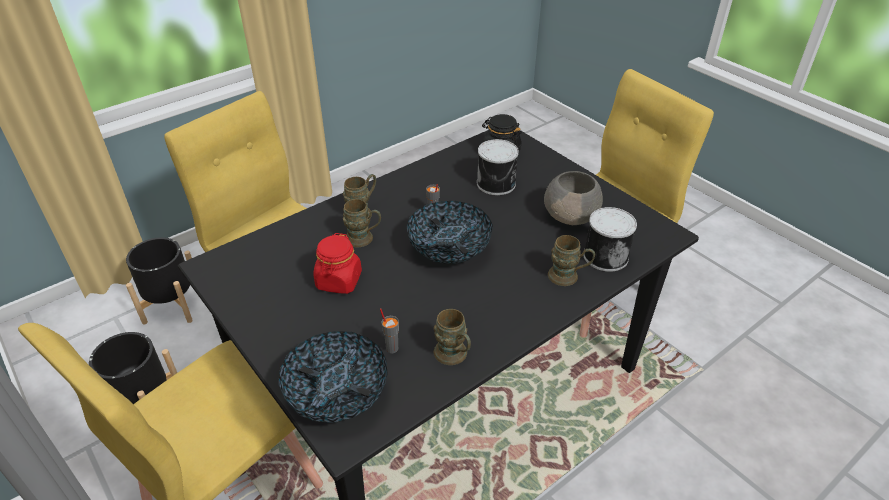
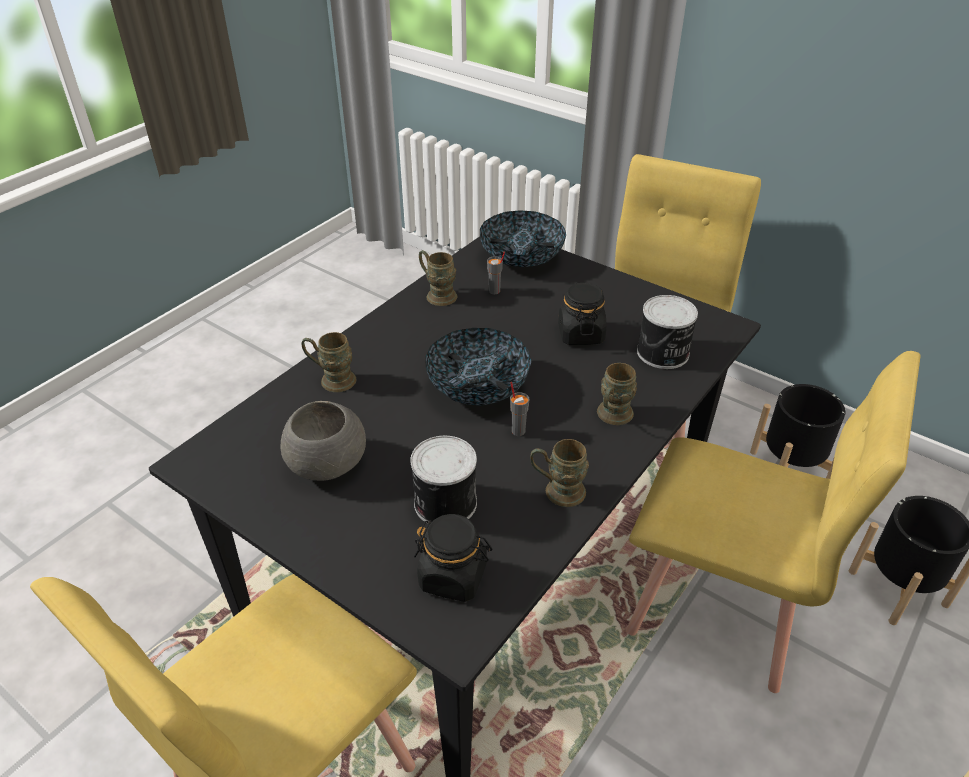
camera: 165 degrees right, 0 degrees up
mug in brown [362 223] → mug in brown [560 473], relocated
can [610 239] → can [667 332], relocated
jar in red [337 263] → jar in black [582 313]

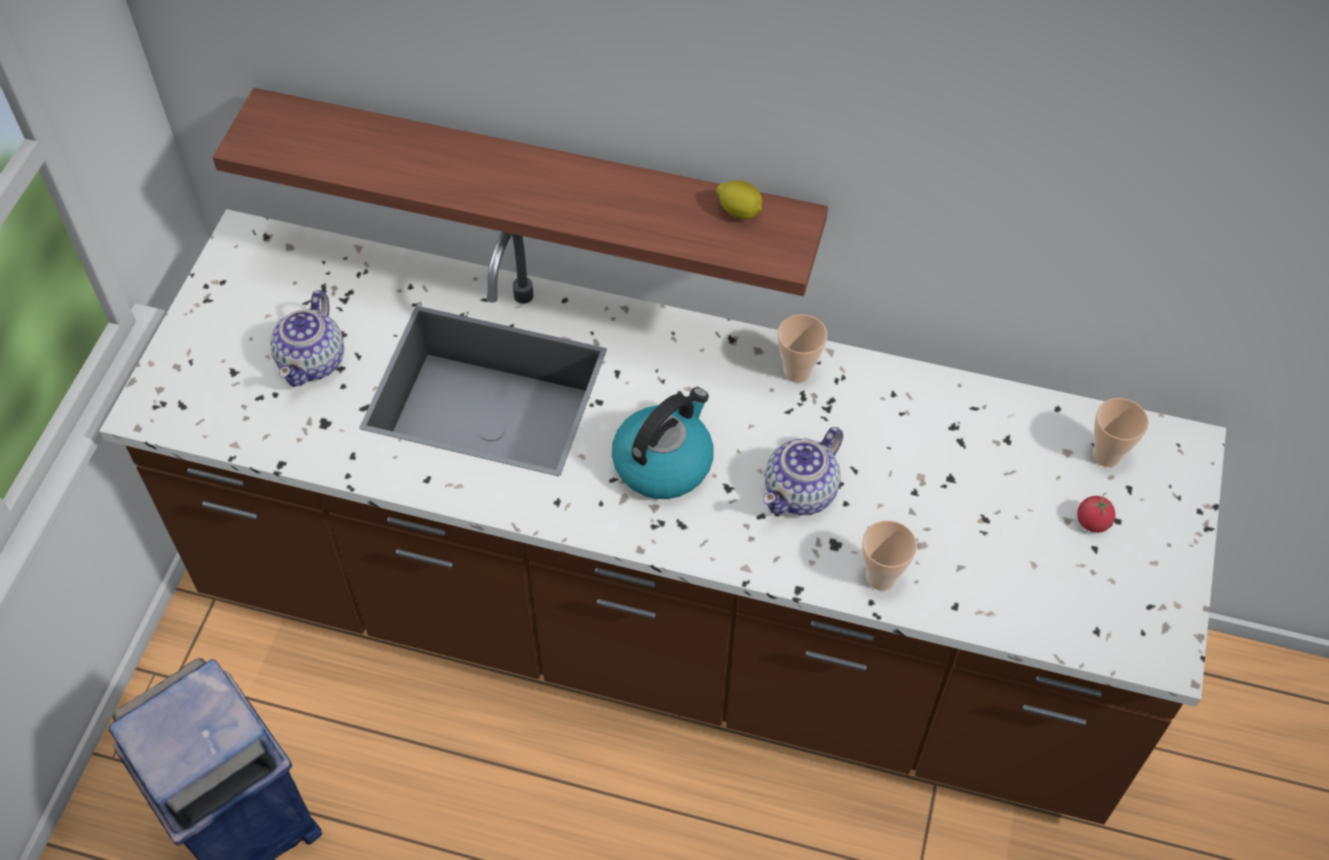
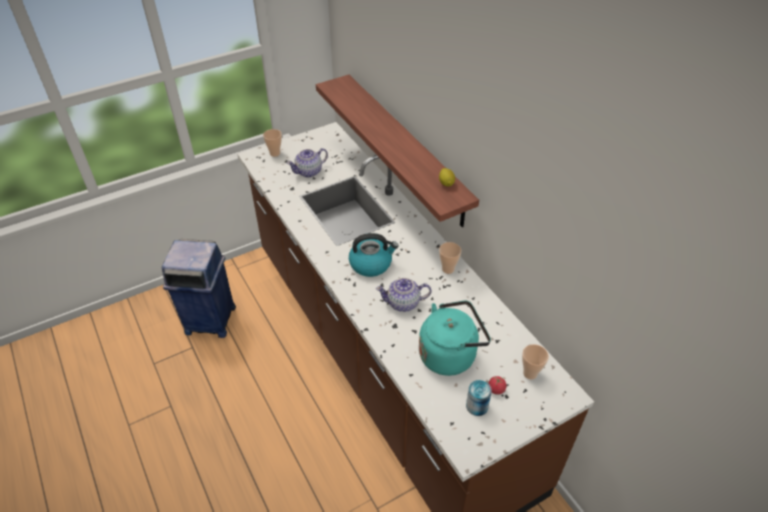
camera: 45 degrees right, 10 degrees down
- → kettle in turquoise [455 338]
- → can [479 398]
cup [889 555] → cup [272 143], relocated

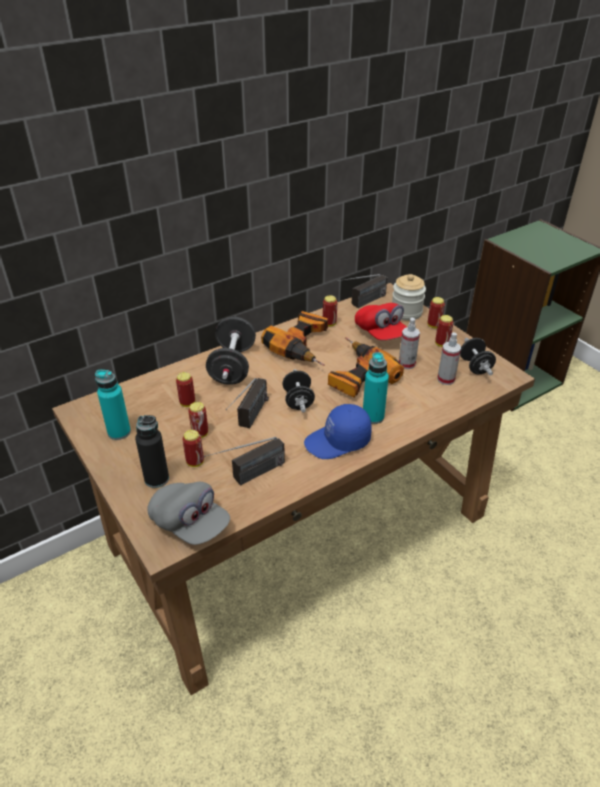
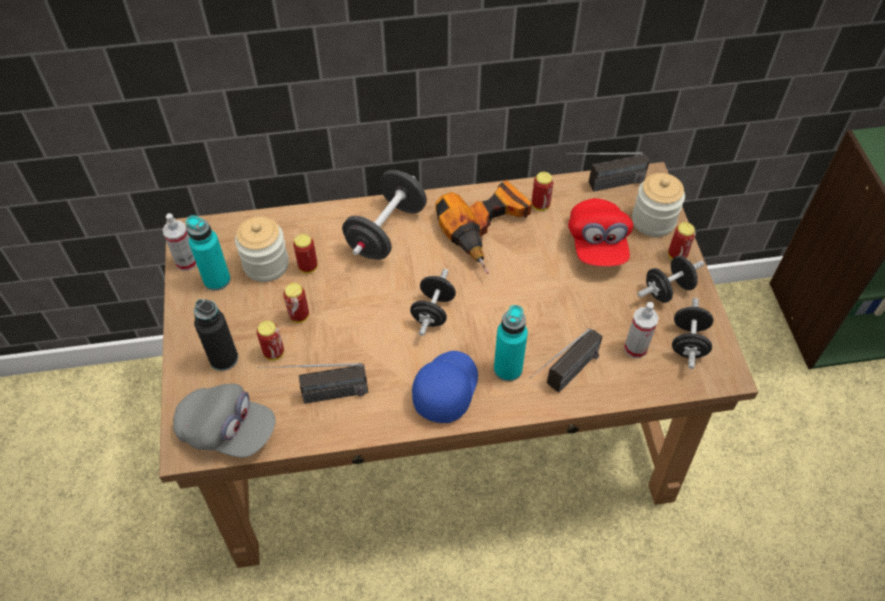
camera: 25 degrees right, 15 degrees up
power drill [366 367] → -
- → jar [262 249]
radio [247 403] → radio [566 360], relocated
spray bottle [409 343] → spray bottle [179 242], relocated
can [444 331] → dumbbell in black [671 279]
cap in grey [188 513] → cap in grey [224 421], 45 degrees counterclockwise
cap in blue [338 431] → cap in blue [445 387], 105 degrees clockwise

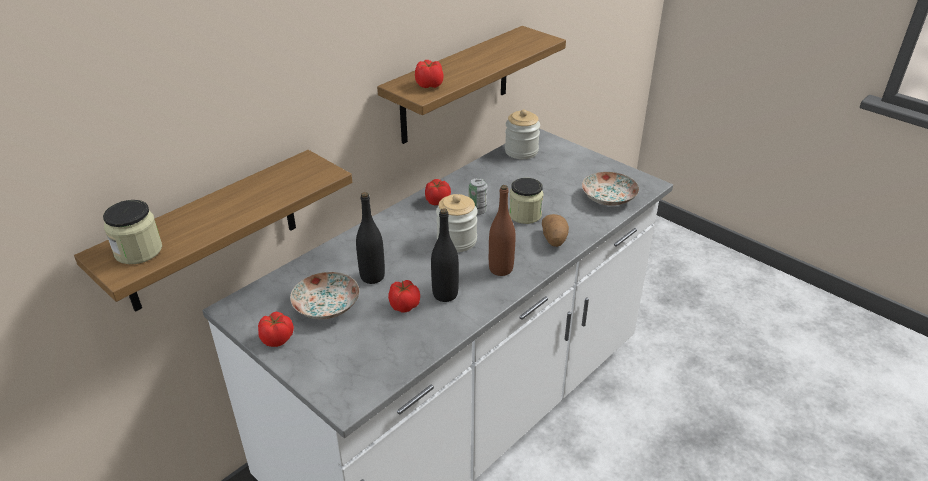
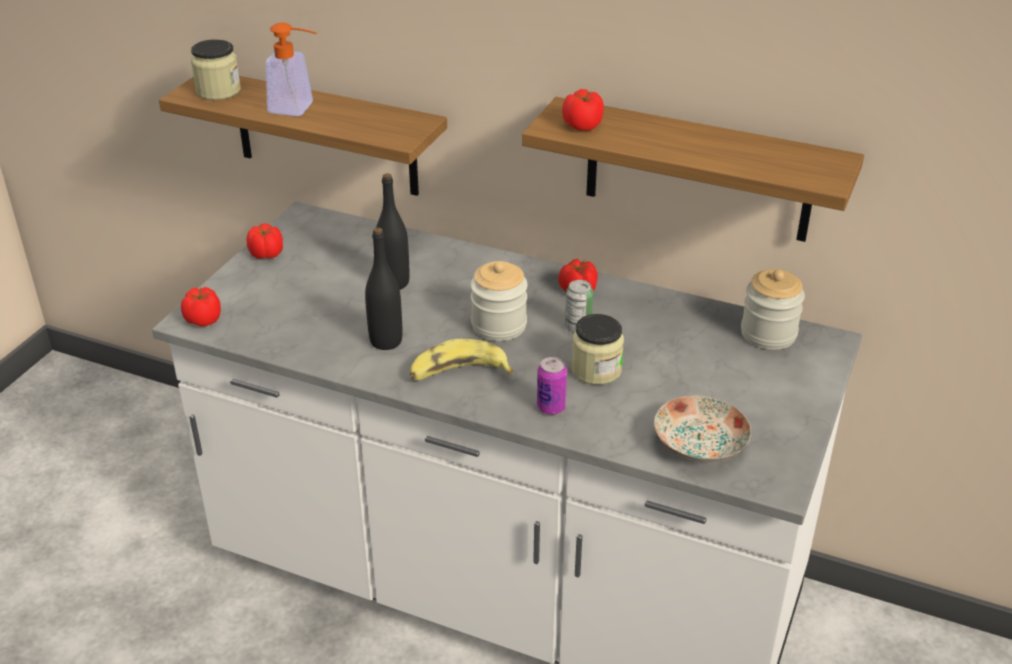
camera: 70 degrees right, 0 degrees up
plate [324 295] → -
- → soap dispenser [291 69]
tomato [404 296] → tomato [201 307], relocated
bottle in brown [502 230] → banana [461 360]
potato [555 230] → can [552 386]

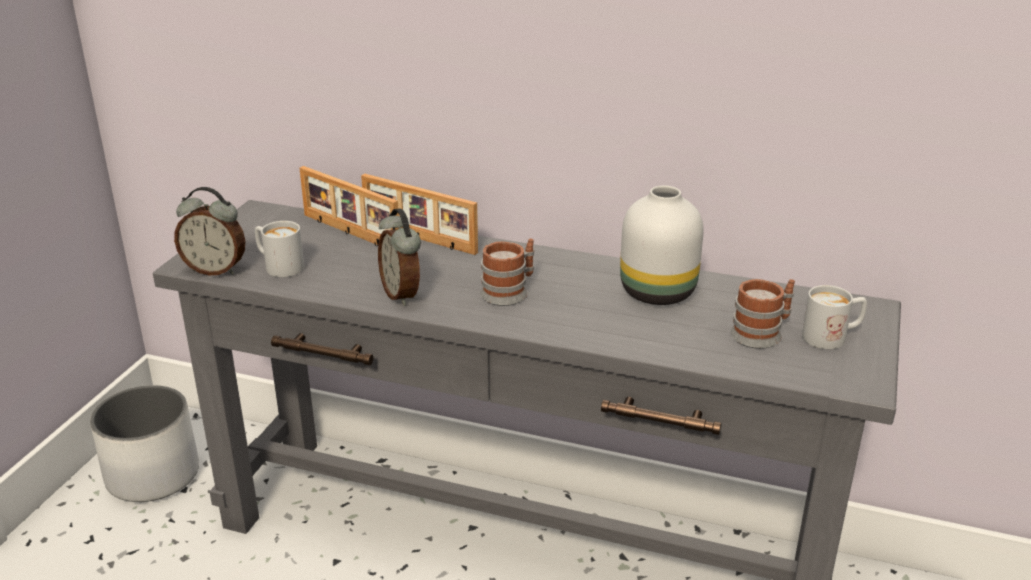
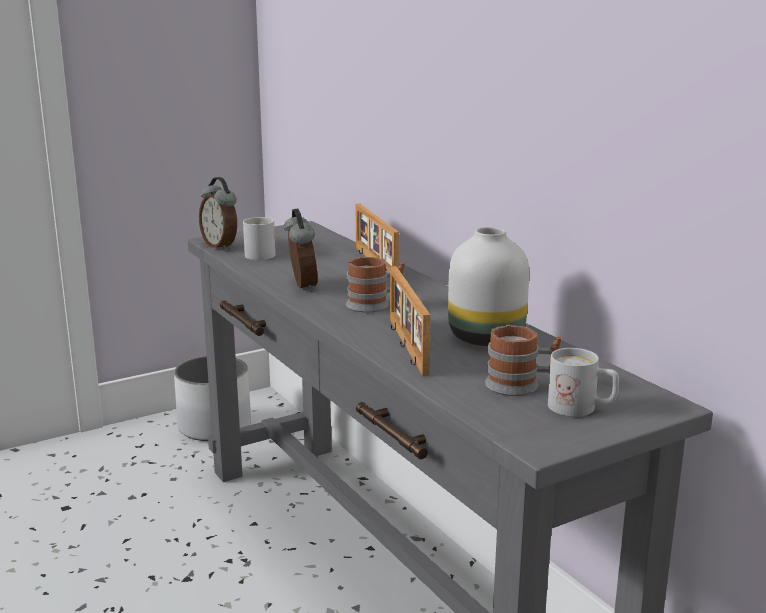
camera: 40 degrees right, 10 degrees down
picture frame [349 206] → picture frame [410 321], relocated
alarm clock [399 257] → alarm clock [300 250], 150 degrees clockwise

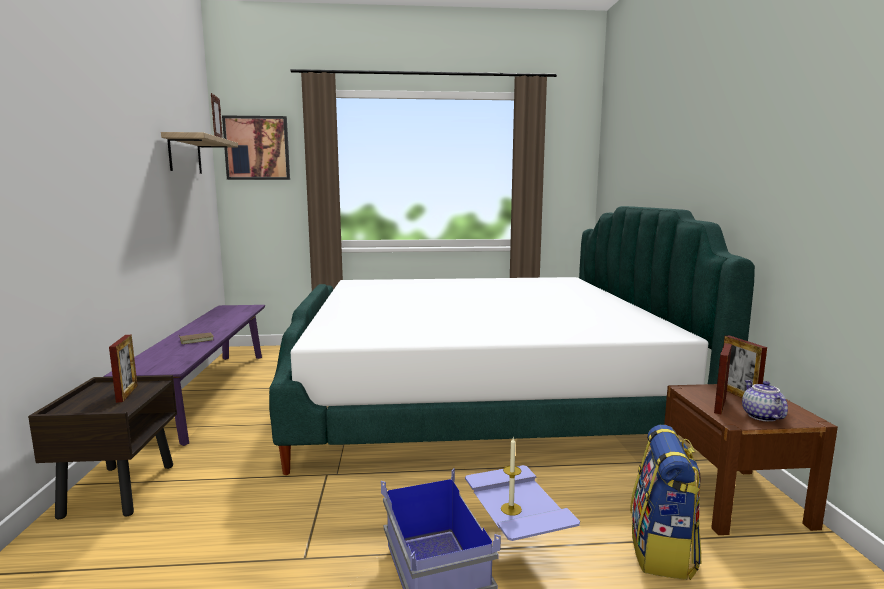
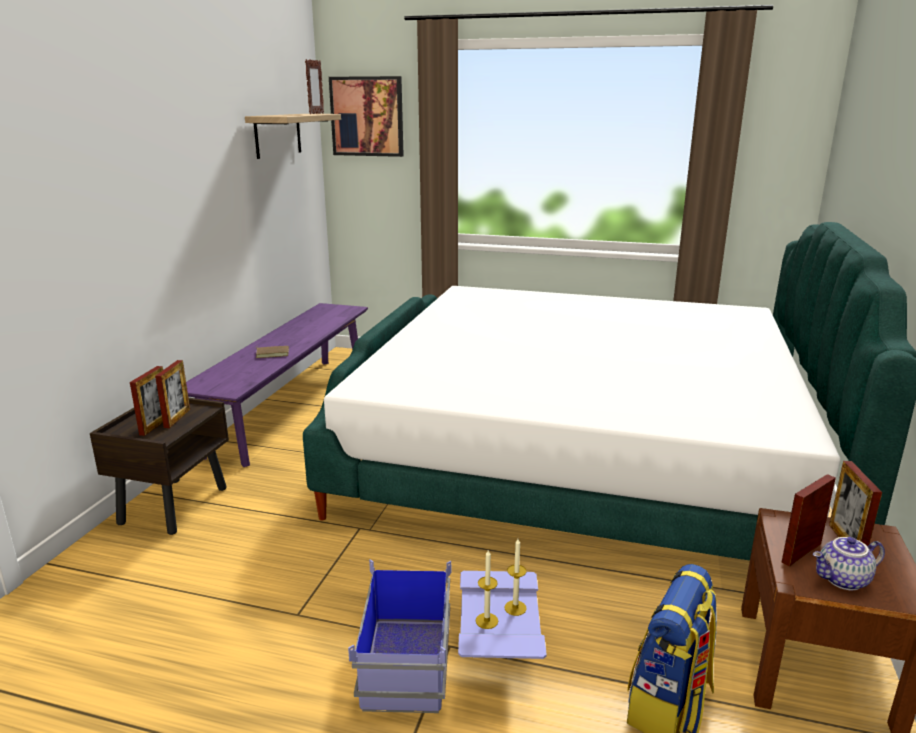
camera: 20 degrees right, 10 degrees up
- → picture frame [146 401]
- → candle [515 577]
teapot [765 401] → teapot [849 563], 120 degrees counterclockwise

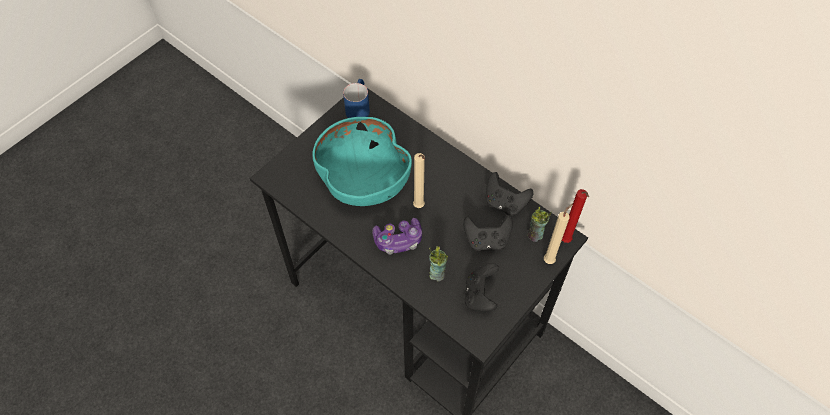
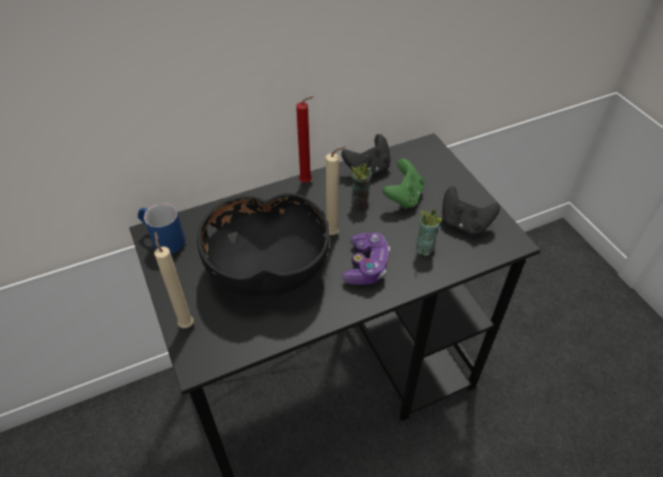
camera: 65 degrees left, 10 degrees down
cup [539 224] → cup [361 182], relocated
candle in beige [558 233] → candle in beige [174 279], relocated
candle in red [575 216] → candle in red [305 139], relocated
bowl in turquoise [362 161] → bowl in black [263 244]
game controller in black [488 233] → game controller in green [403 184]

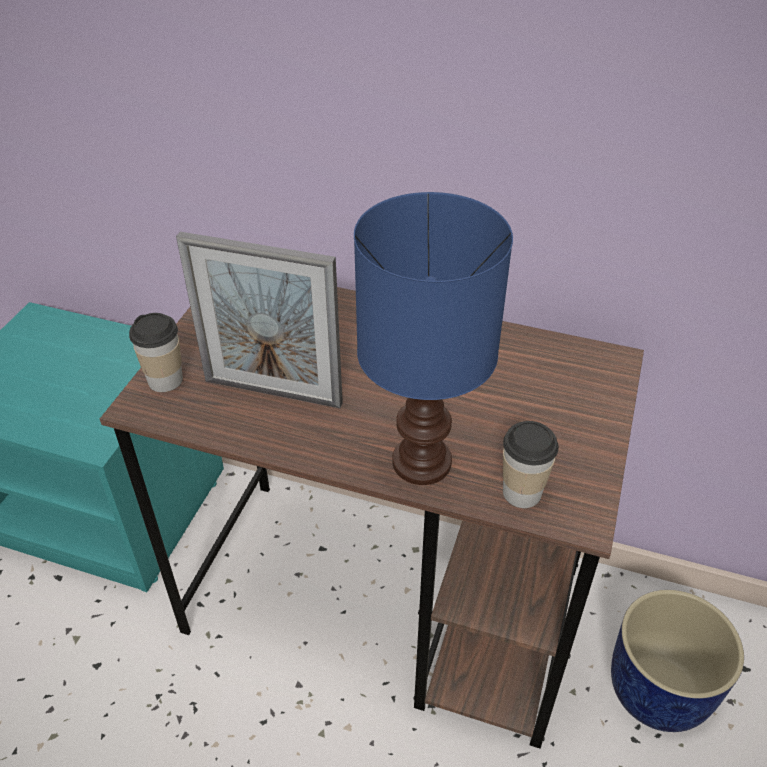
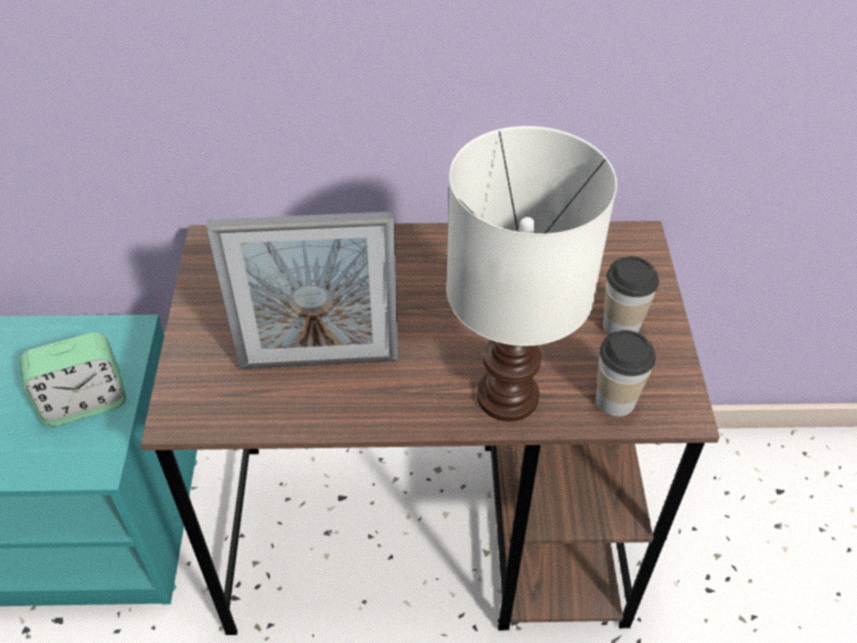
camera: 20 degrees left, 5 degrees up
planter in blue [677 661] → -
- → alarm clock [73 379]
cup [156 352] → cup [631 295], relocated
table lamp in blue [433 338] → table lamp in white [531 273]

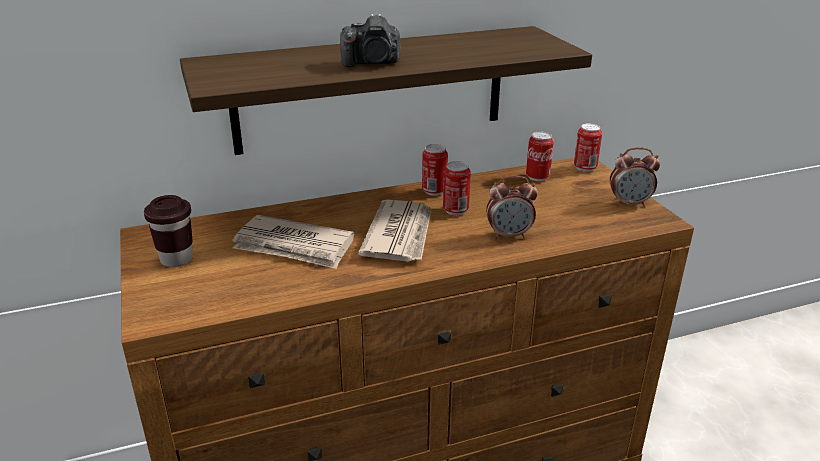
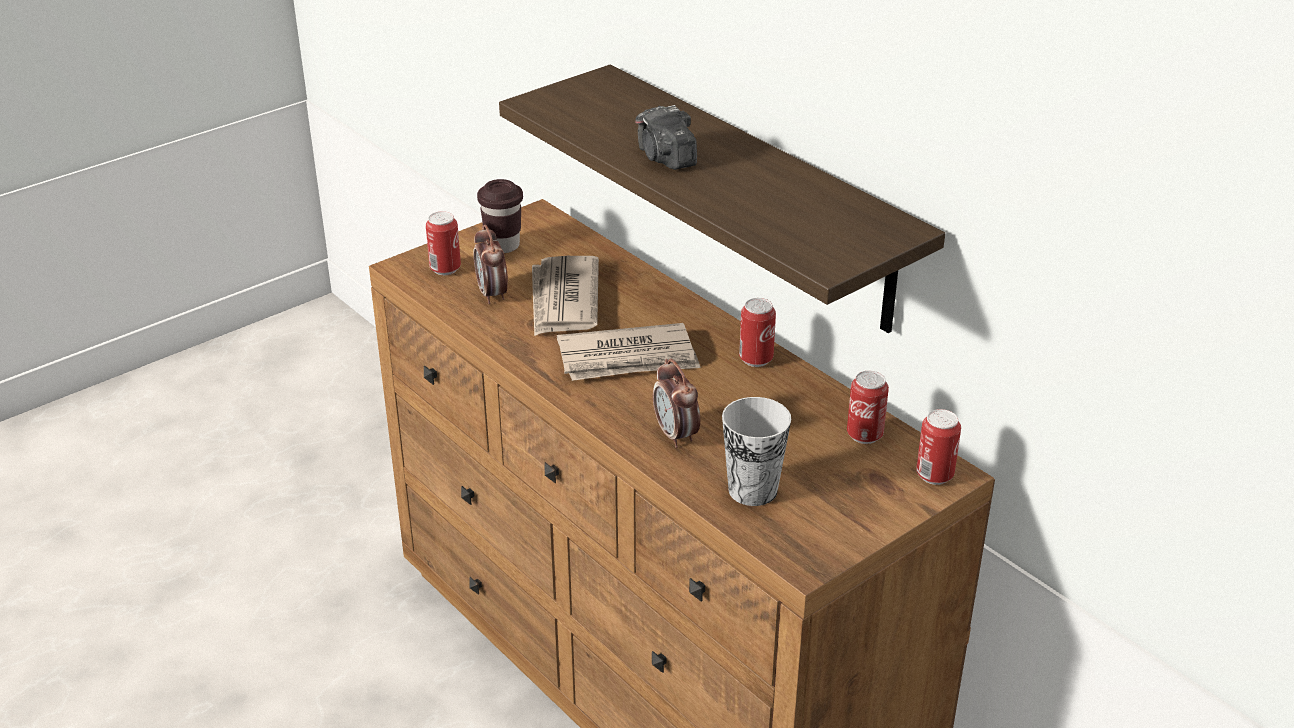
camera: 70 degrees right, 5 degrees up
- → cup [756 451]
can [457 188] → can [443 243], relocated
alarm clock [635 177] → alarm clock [490 264], relocated

